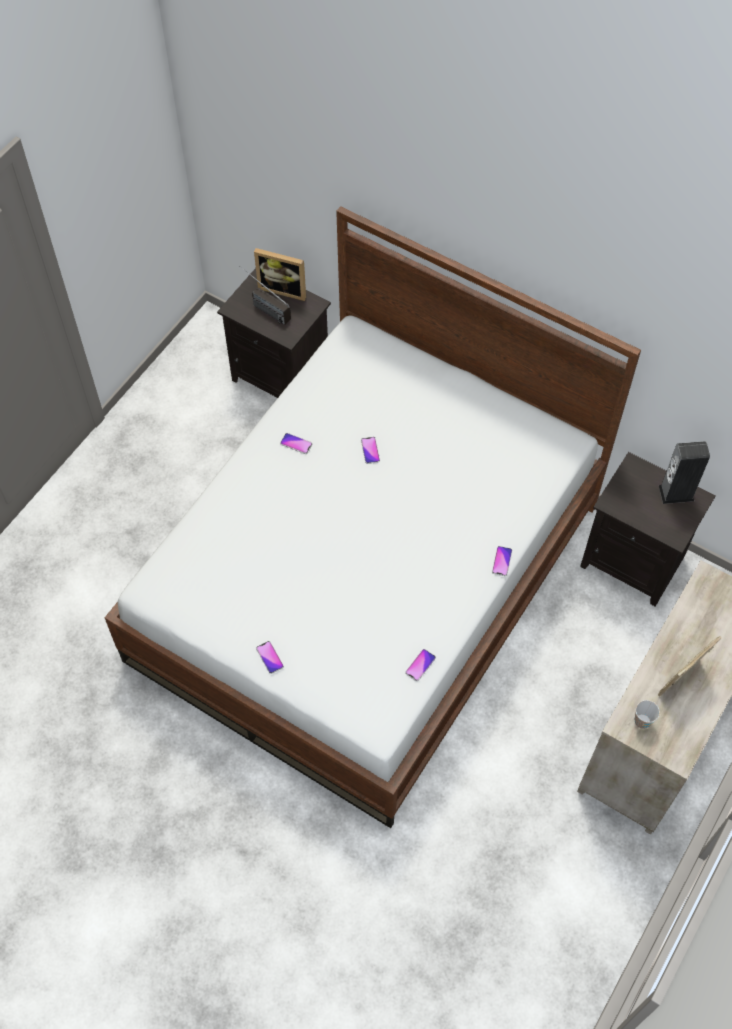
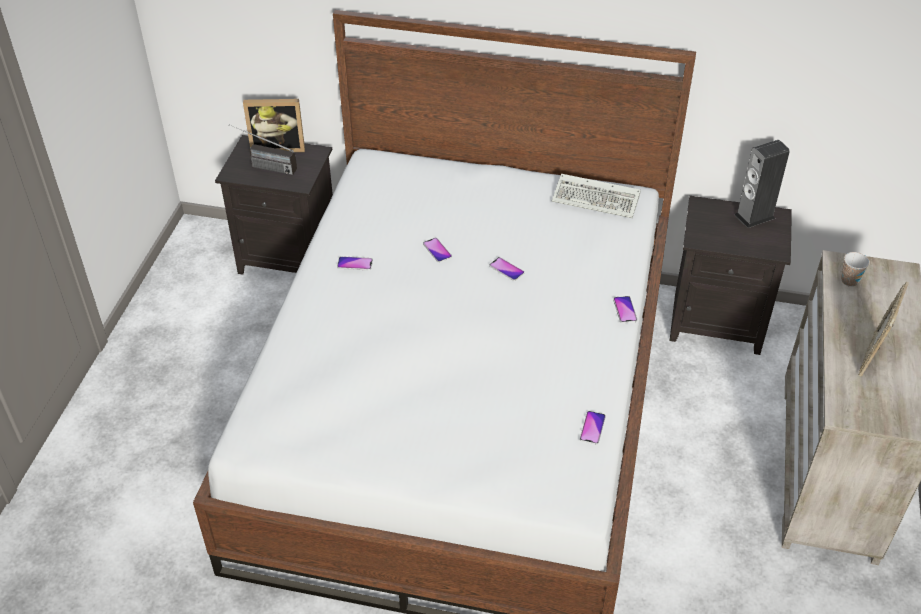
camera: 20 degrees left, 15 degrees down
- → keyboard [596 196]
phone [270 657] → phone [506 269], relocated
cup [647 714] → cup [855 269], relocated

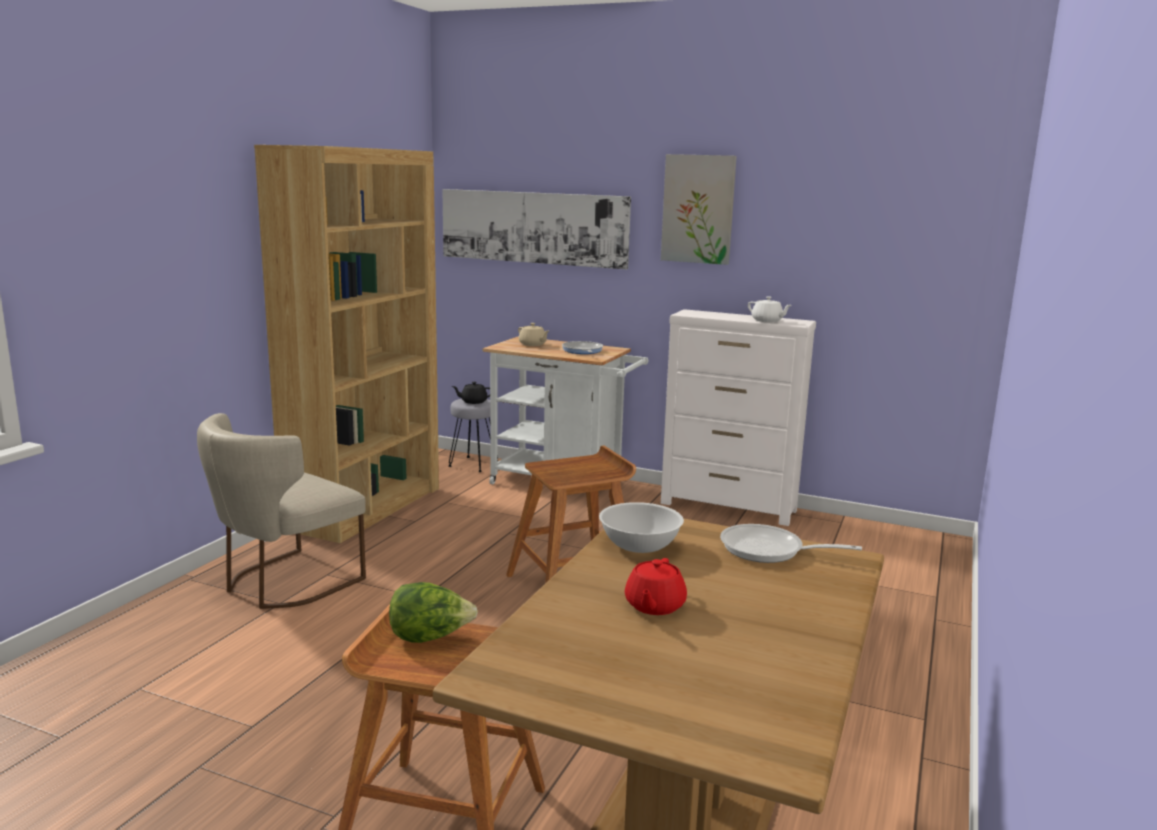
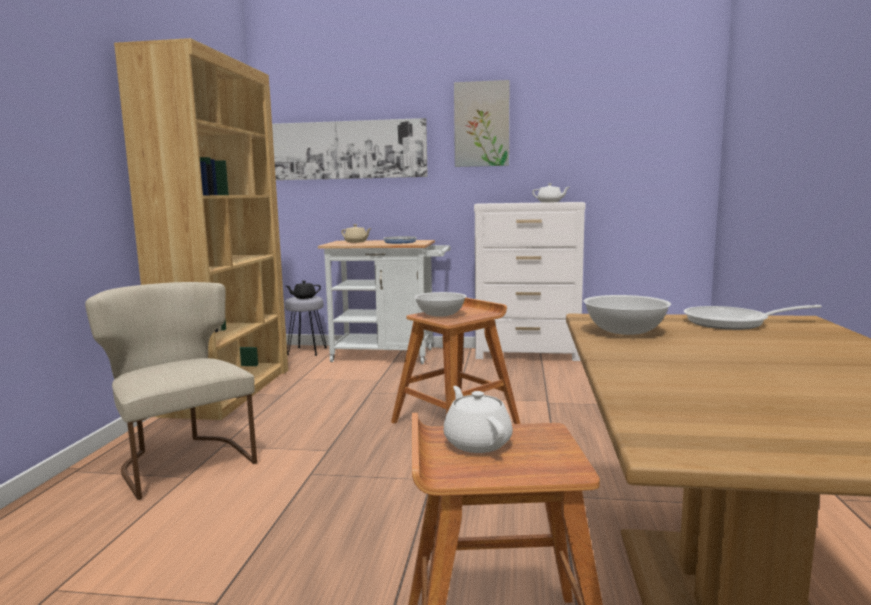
camera: 15 degrees left, 5 degrees down
teapot in red [656 586] → -
- → bowl in white [440 304]
lettuce [433 612] → teapot in white [478 419]
chair in beige [281 511] → chair in beige [171 391], 120 degrees clockwise

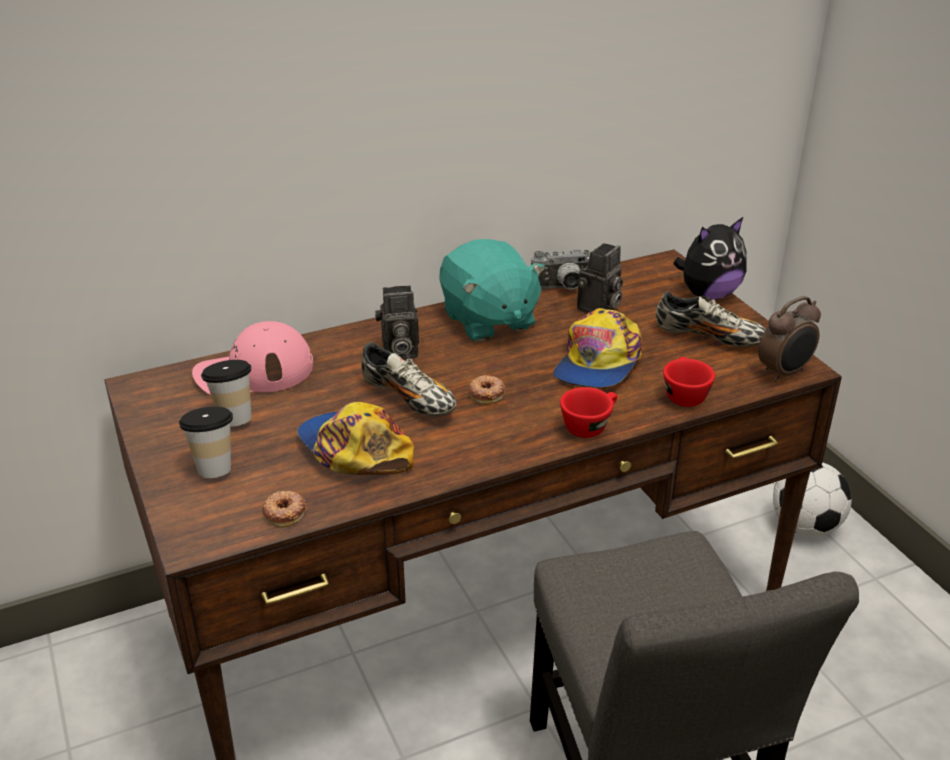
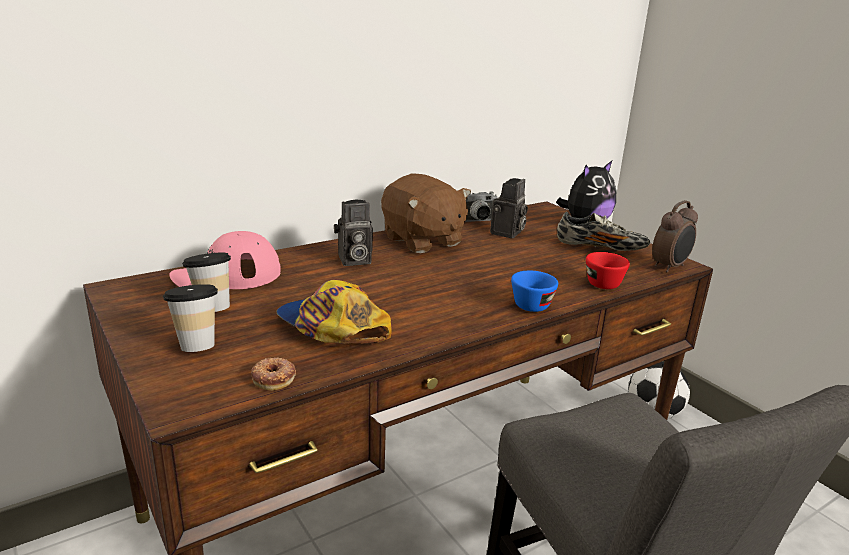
camera: 10 degrees left, 10 degrees down
shoe [408 379] → -
donut [487 389] → -
cap [598 347] → -
plush toy in turquoise [492 290] → plush toy in brown [426 213]
cup in red [588 412] → cup in blue [534 291]

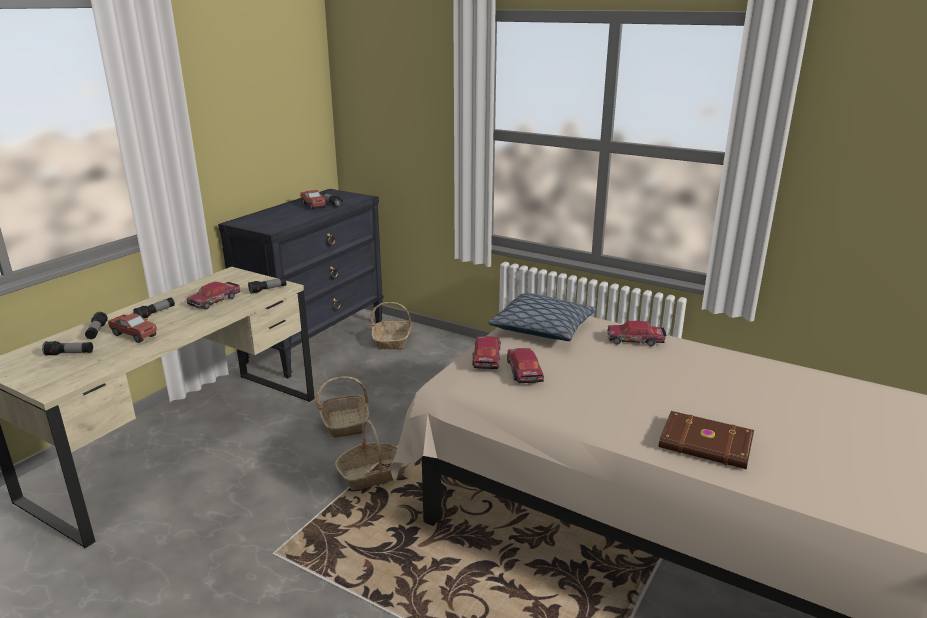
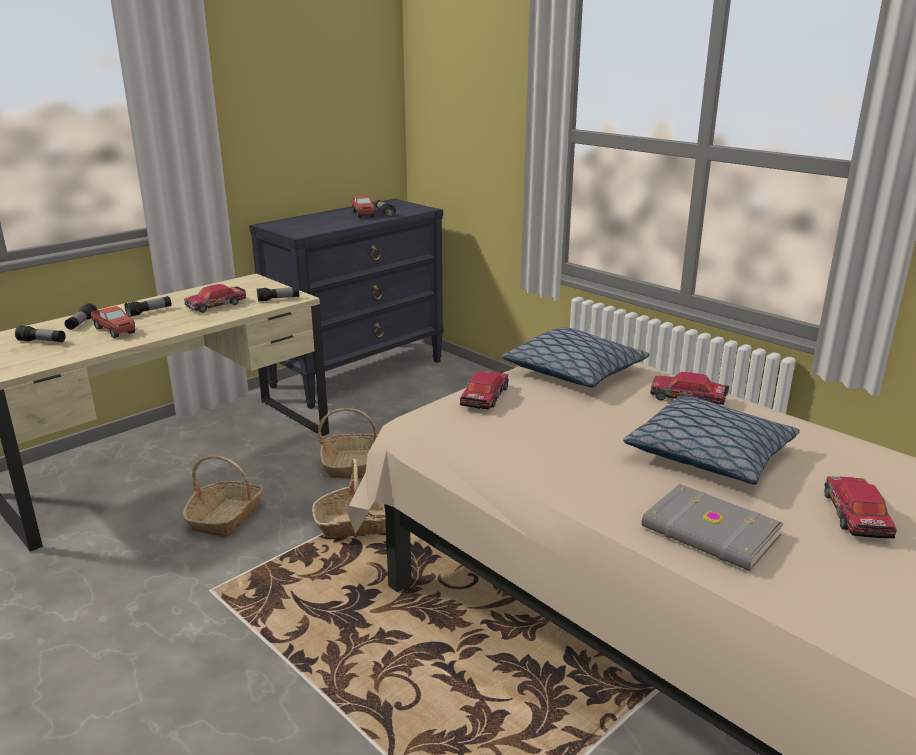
camera: 15 degrees right, 0 degrees up
- → pillow [711 440]
basket [391 326] → basket [223 496], relocated
toy car [525 365] → toy car [860 507], relocated
book in brown [706 440] → book in grey [713 527]

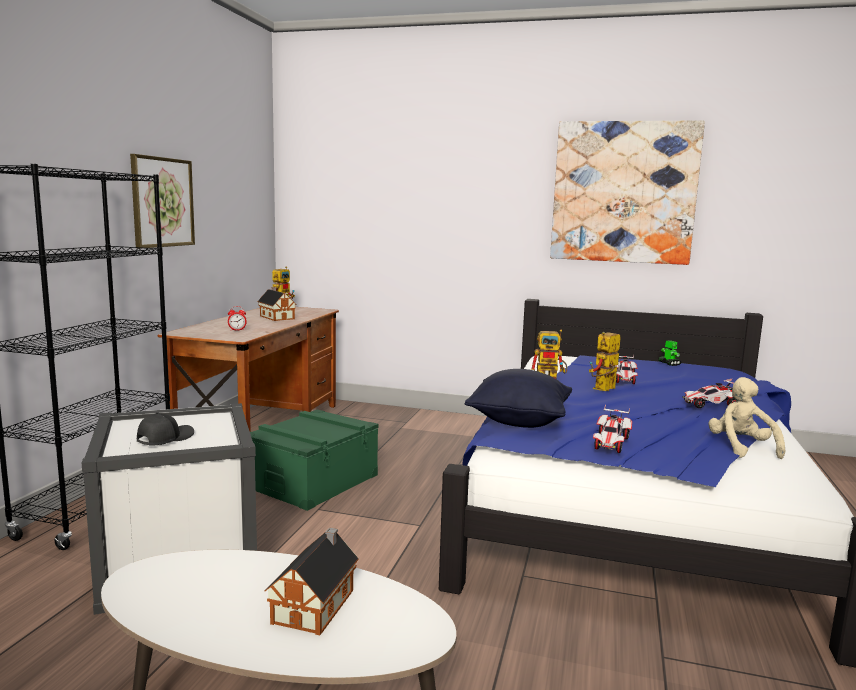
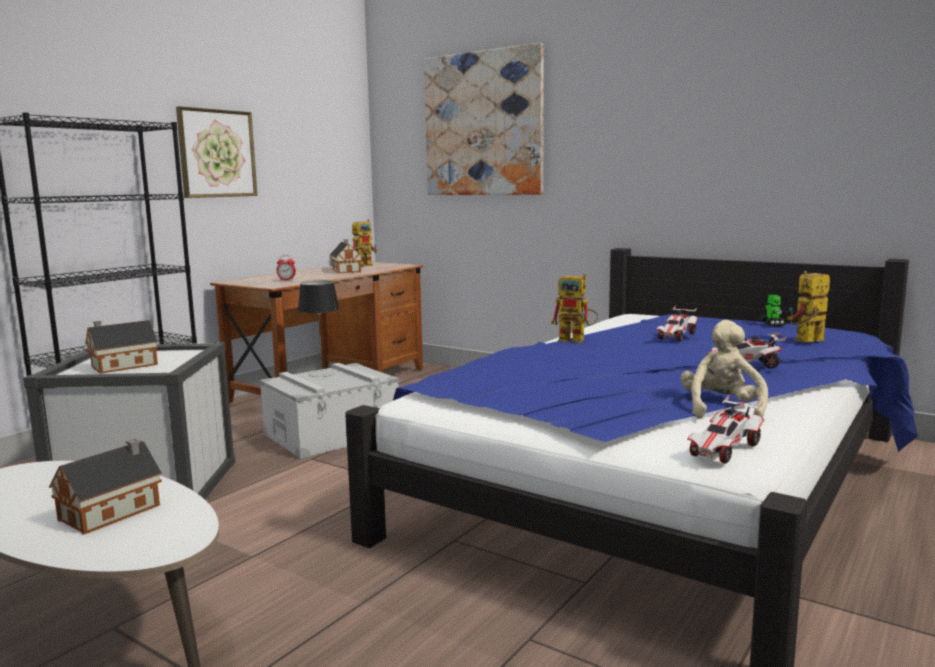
camera: 20 degrees right, 0 degrees up
pillow in black [518 398] → -
- → table lamp [318 329]
picture [627 192] → picture [484 119], relocated
toy robot [605 361] → toy robot [808 306], relocated
toy car [612 429] → toy car [725 429], relocated
cap in black [165 429] → toy house [121 347]
storage box in green [314 460] → storage box in grey [329 411]

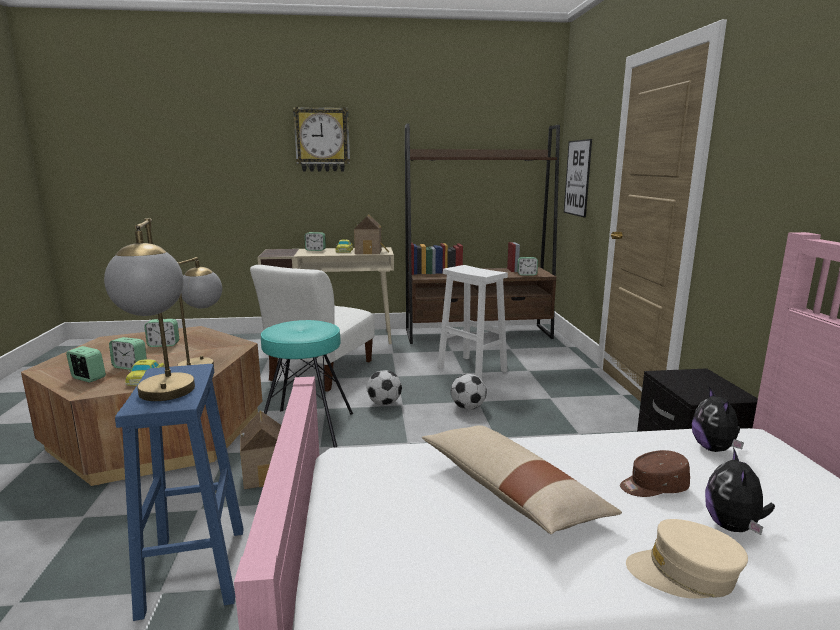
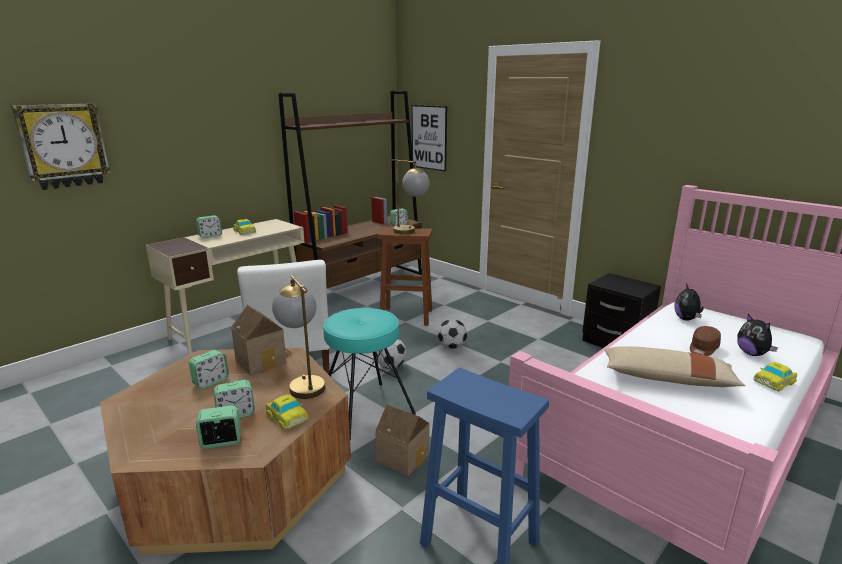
camera: 40 degrees left, 5 degrees up
table lamp [149 309] → table lamp [411 196], relocated
wall clock [321 139] → wall clock [60 146], relocated
toy house [371 234] → toy house [261 340], relocated
cap in beige [687 558] → toy car [775 376]
stool in white [472 322] → stool in brown [405 276]
plush toy [718 419] → plush toy [689 302], 45 degrees clockwise

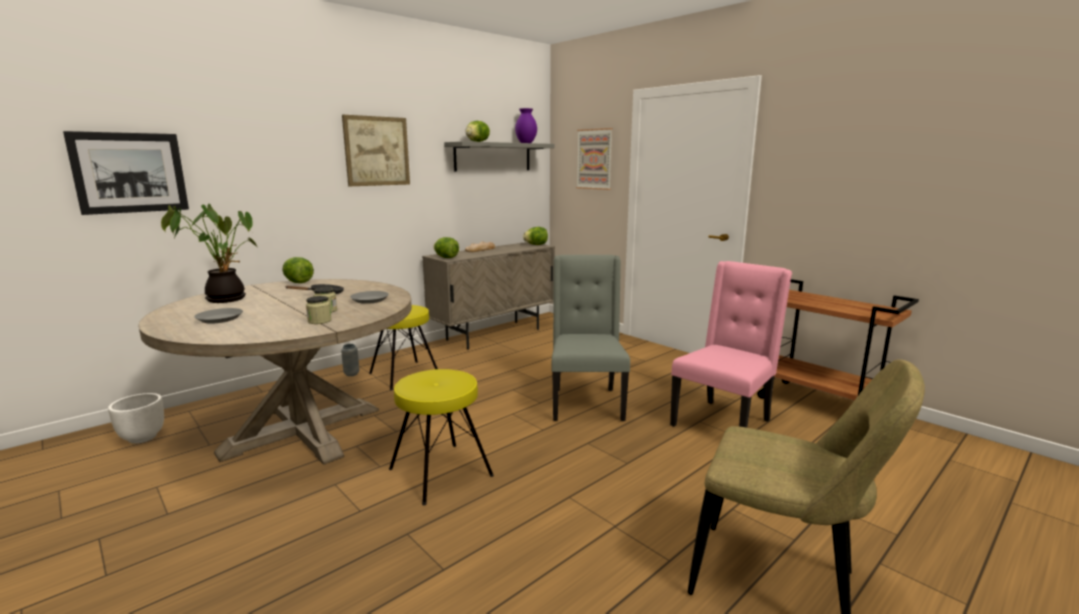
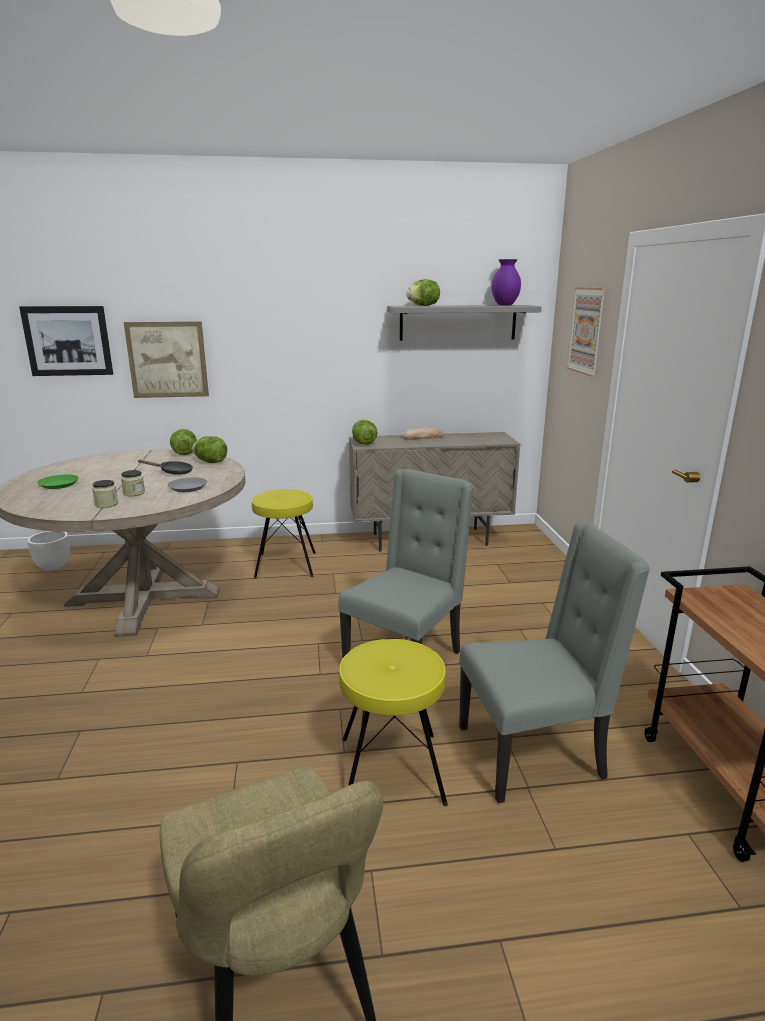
camera: 35 degrees right, 5 degrees up
potted plant [209 253] → -
vase in grey [350 360] → -
picture [376 150] → picture [166 359], relocated
stool in yellow [441 437] → stool in yellow [393 722], relocated
lettuce [535 236] → lettuce [209 449], relocated
plate in grey [218 315] → plate in green [58 482]
chair in pink [731 344] → chair in grey [554 662]

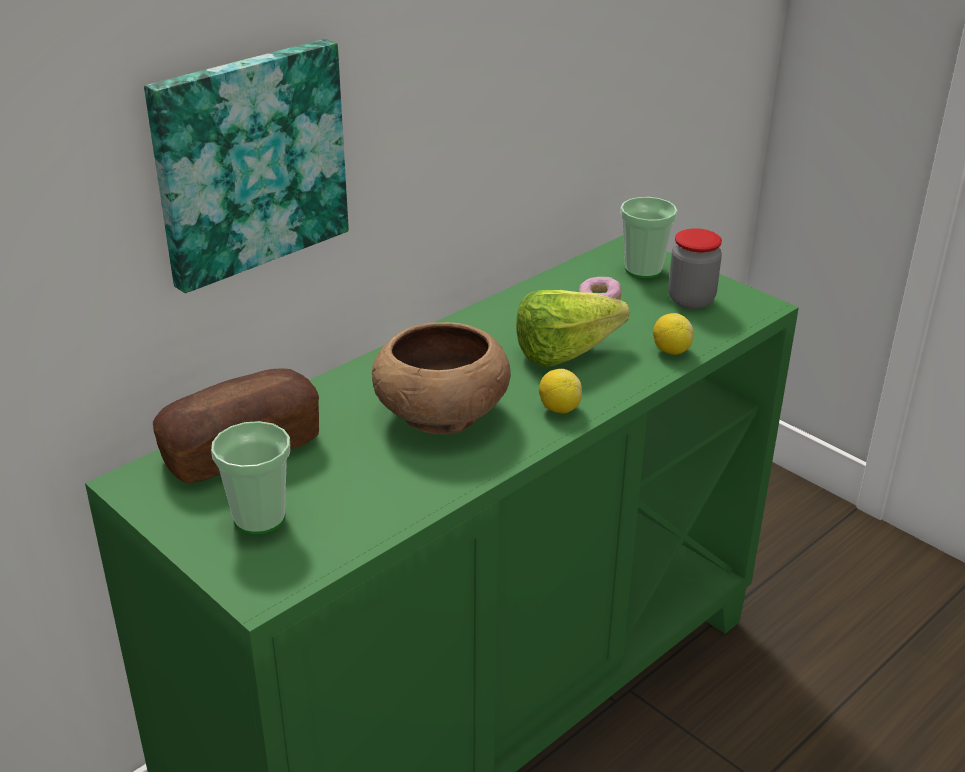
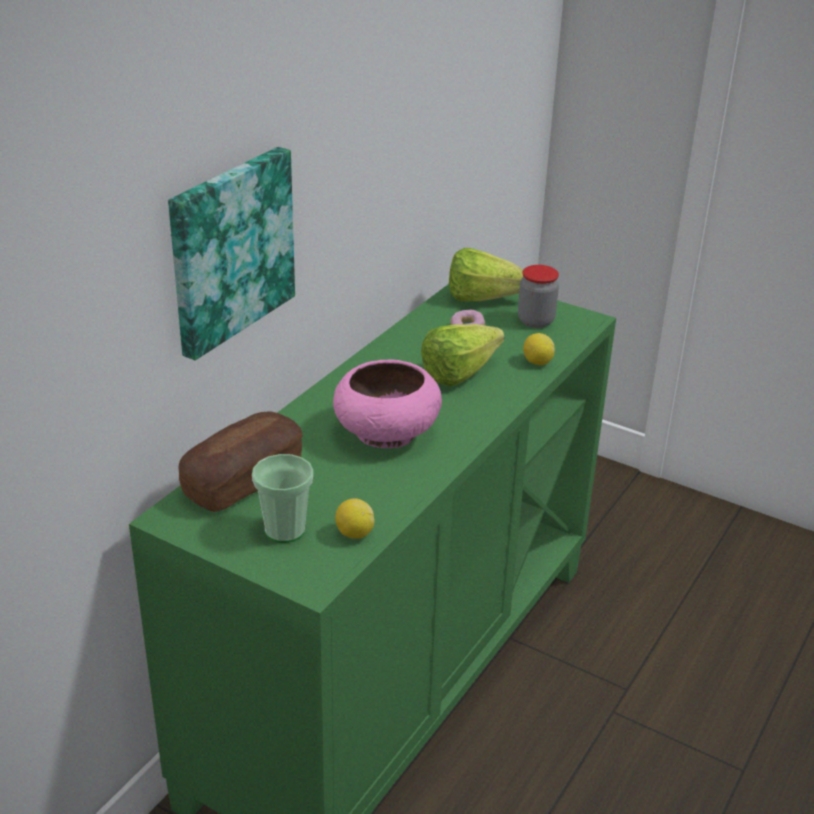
camera: 15 degrees left, 0 degrees up
lemon [560 391] → lemon [354 518], relocated
cup [649 237] → lettuce [486 274]
bowl in brown [441 378] → bowl in pink [387 404]

